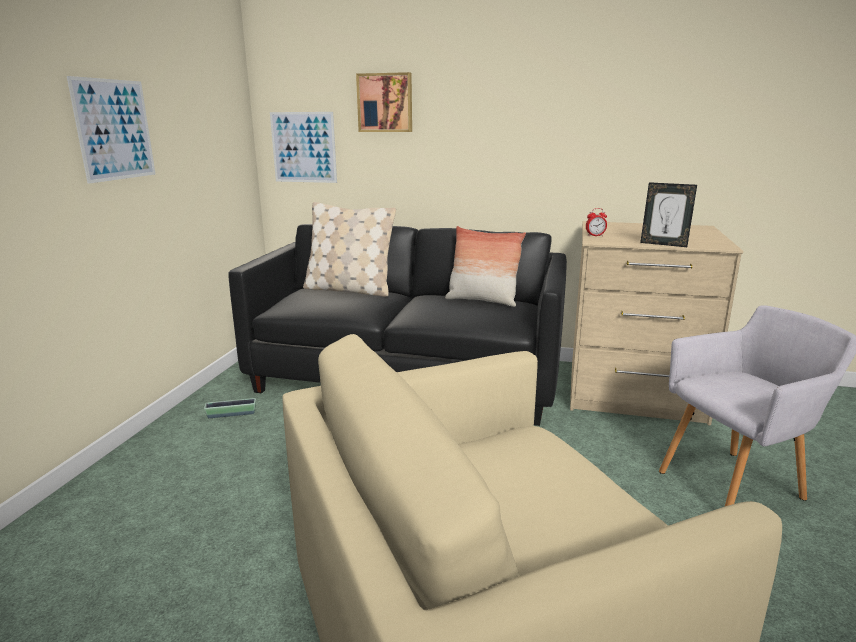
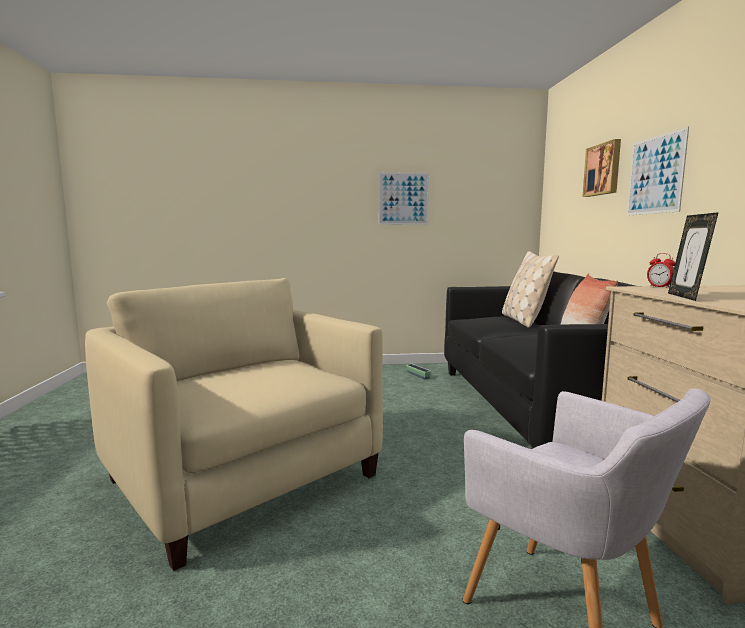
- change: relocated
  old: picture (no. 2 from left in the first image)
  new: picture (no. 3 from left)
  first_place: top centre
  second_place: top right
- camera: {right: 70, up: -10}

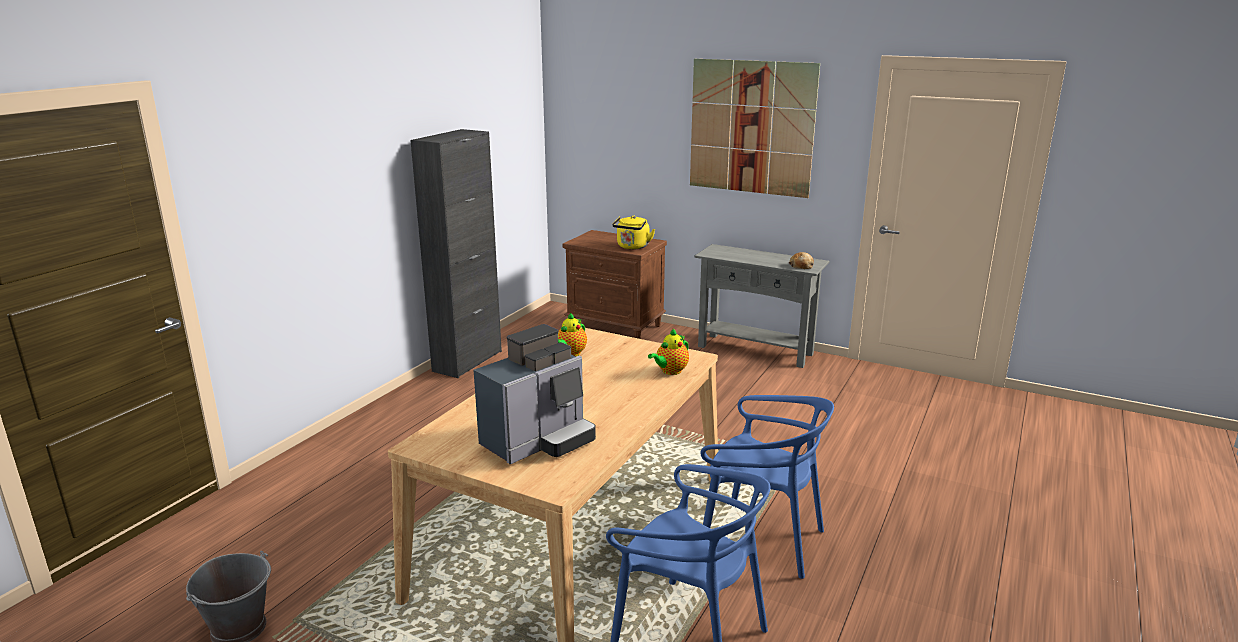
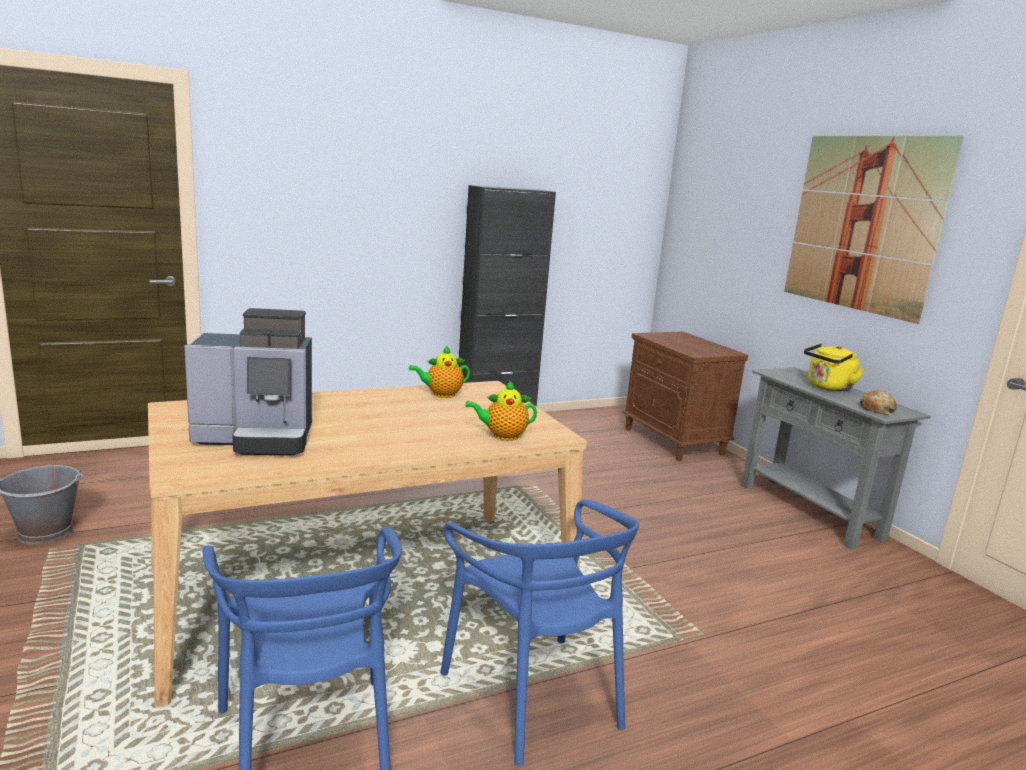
- change: relocated
  old: yellow kettle
  first_place: centre
  second_place: middle right
- camera: {right: 35, up: -5}

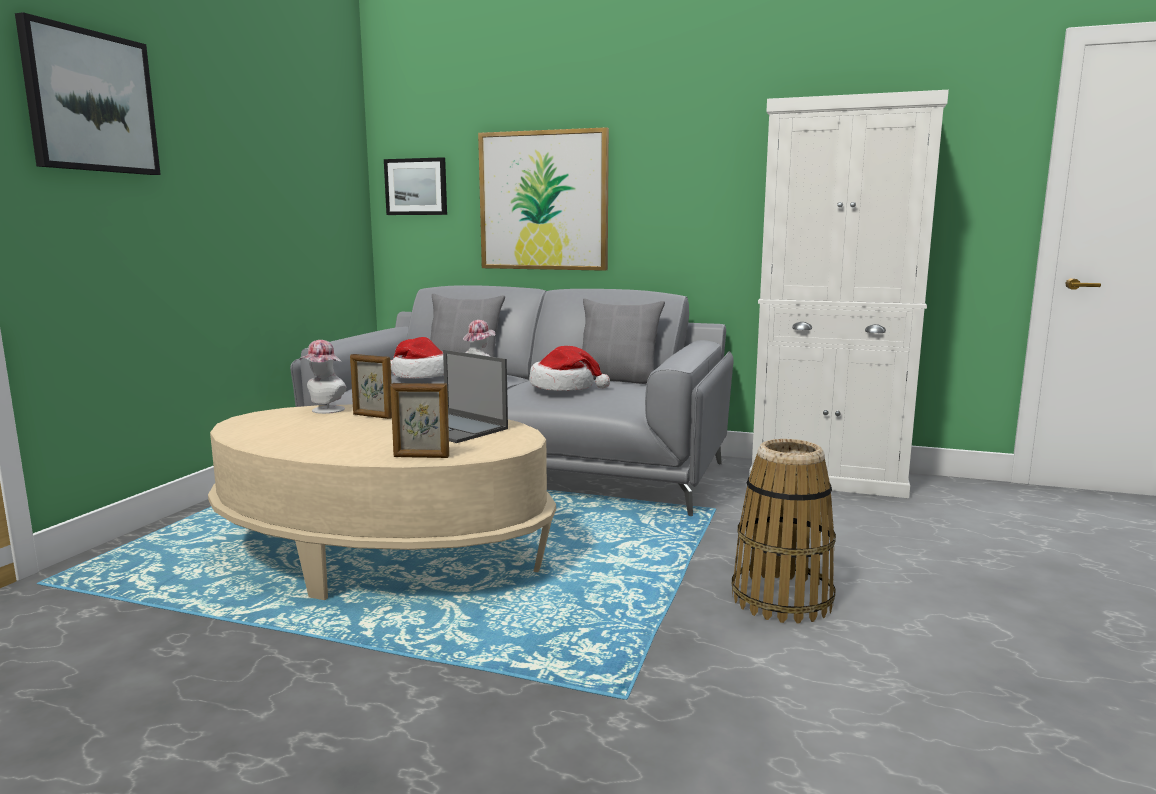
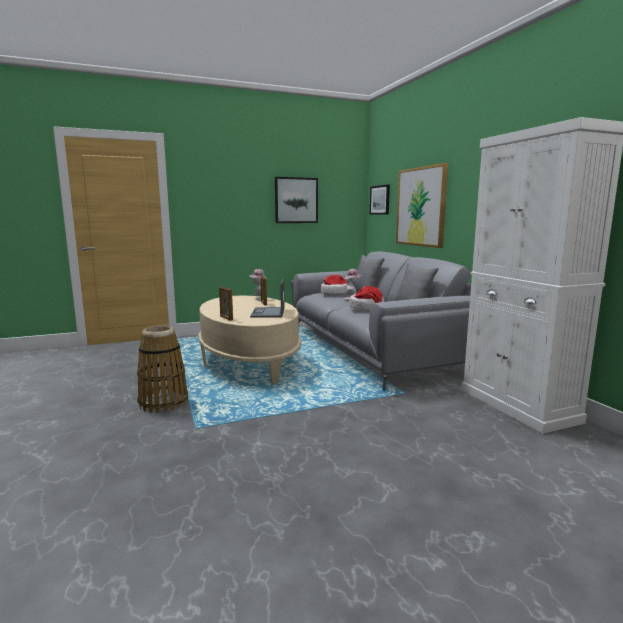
- change: relocated
  old: basket
  first_place: bottom right
  second_place: middle left
- change: relocated
  old: picture (no. 1 from left)
  first_place: top left
  second_place: top centre
- camera: {right: 50, up: 0}

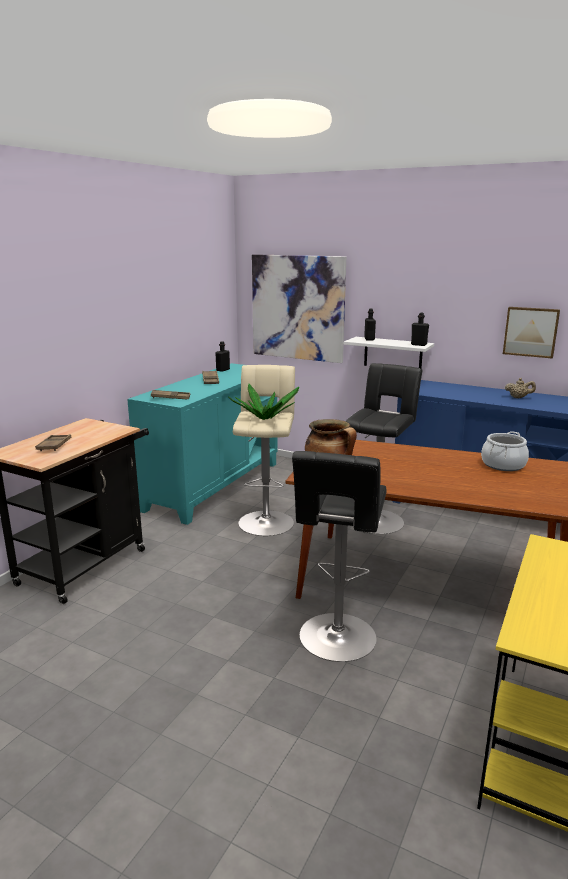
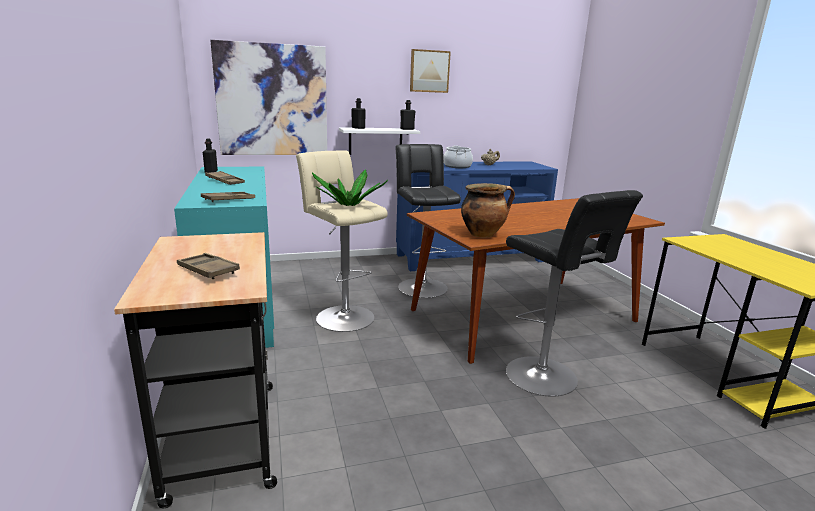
- change: relocated
  old: picture (no. 2 from left)
  first_place: middle right
  second_place: top centre
- change: relocated
  old: cooking pot (no. 2 from left in the first image)
  new: cooking pot (no. 1 from left)
  first_place: middle right
  second_place: top centre
- camera: {right: -45, up: 0}

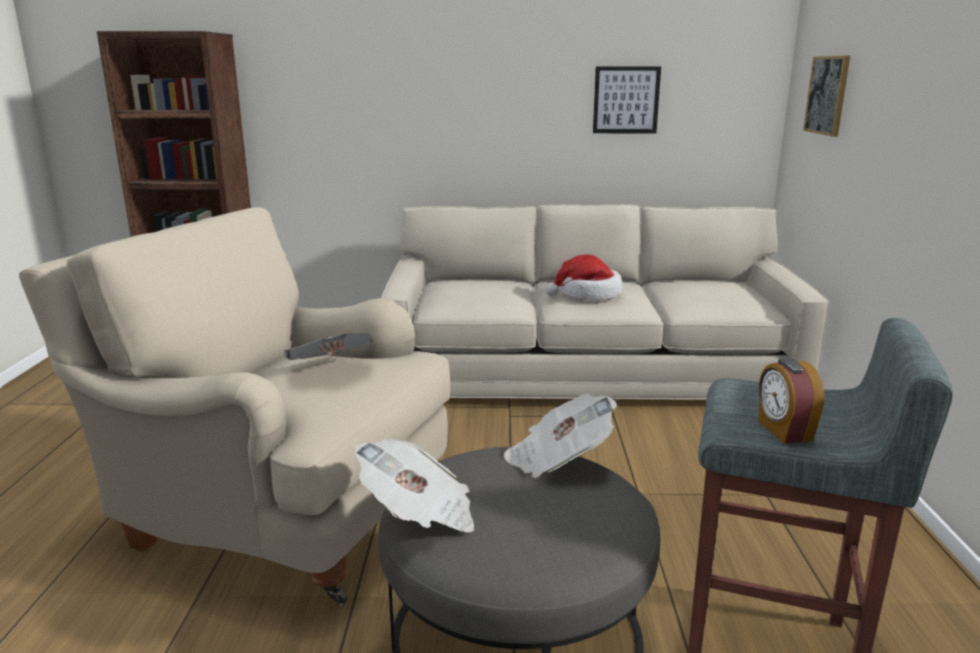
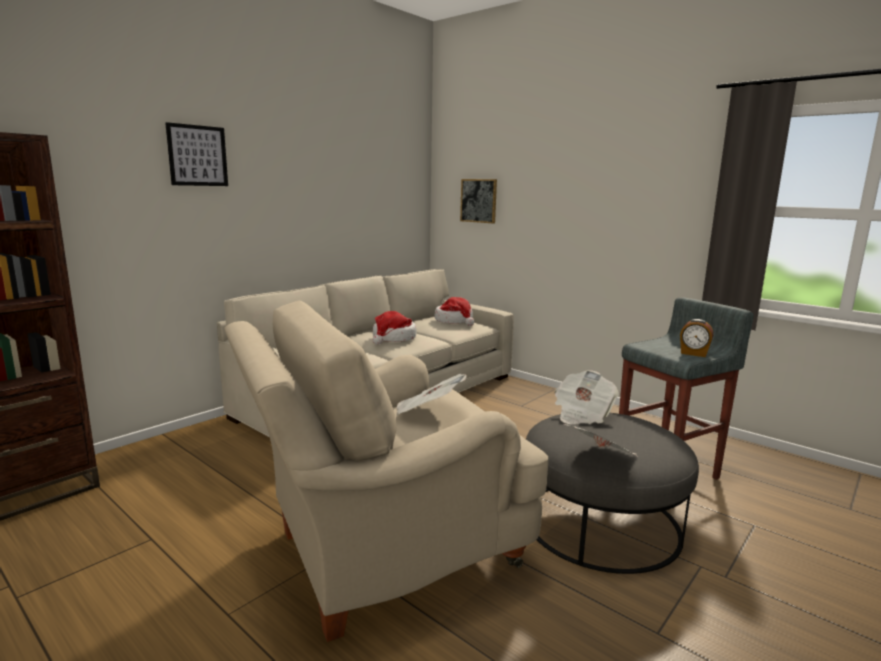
- change: relocated
  old: picture (no. 1 from left)
  first_place: top centre
  second_place: top left
- change: appeared
  new: hat (no. 2 from left)
  second_place: centre
- camera: {right: -50, up: -5}

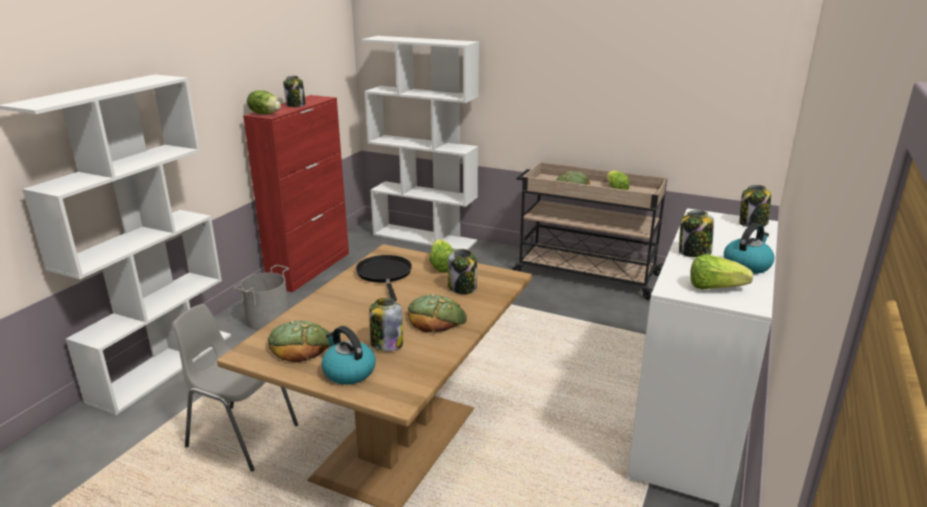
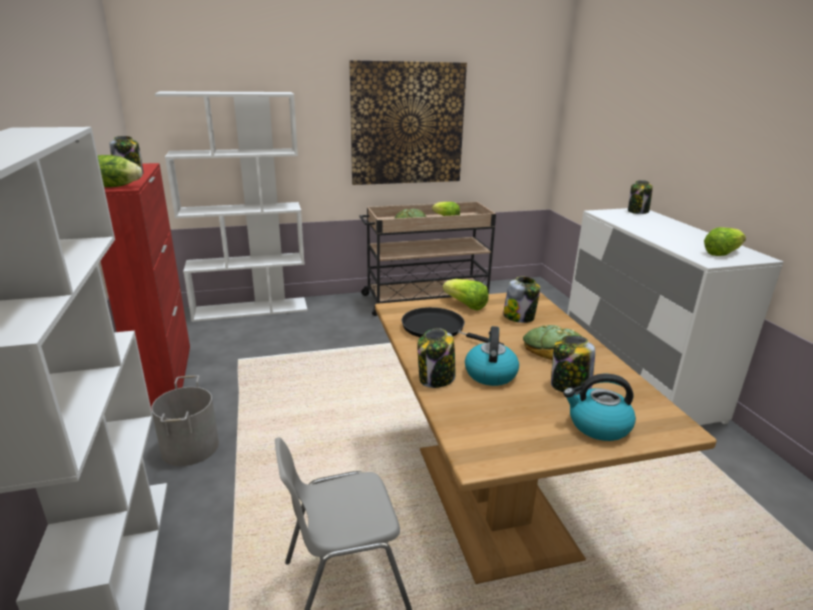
- change: appeared
  new: picture
  second_place: top centre
- change: relocated
  old: jar (no. 4 from left in the first image)
  new: jar (no. 2 from left)
  first_place: middle right
  second_place: centre
- change: relocated
  old: kettle (no. 2 from left in the first image)
  new: kettle (no. 1 from left)
  first_place: middle right
  second_place: centre
- change: missing
  old: bread (no. 1 from left)
  first_place: bottom left
- camera: {right: -40, up: 0}

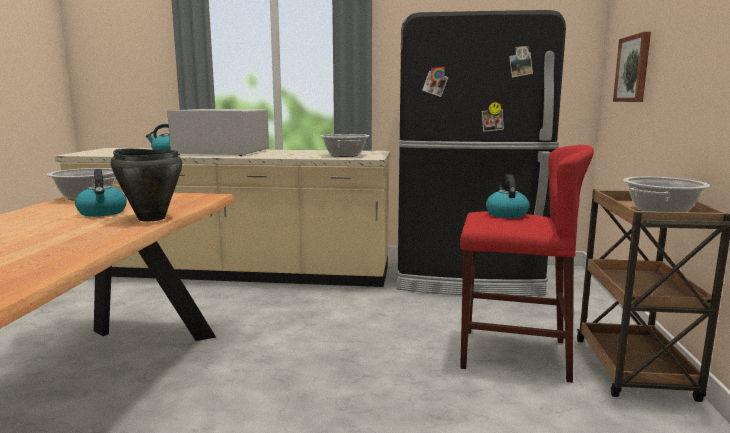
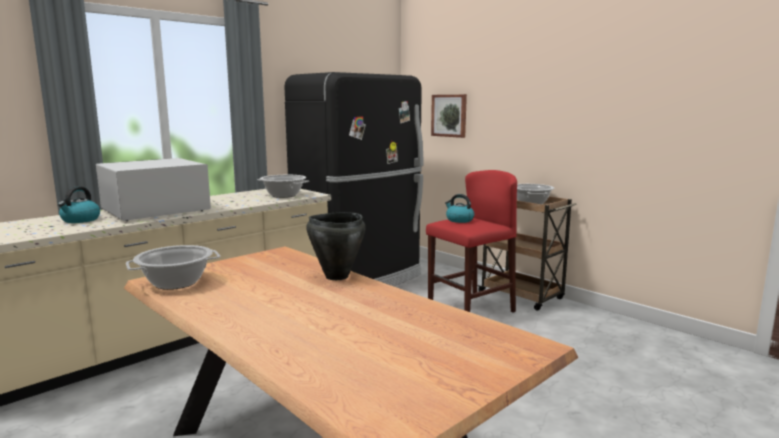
- change: missing
  old: kettle (no. 1 from left)
  first_place: middle left
- camera: {right: -50, up: 0}

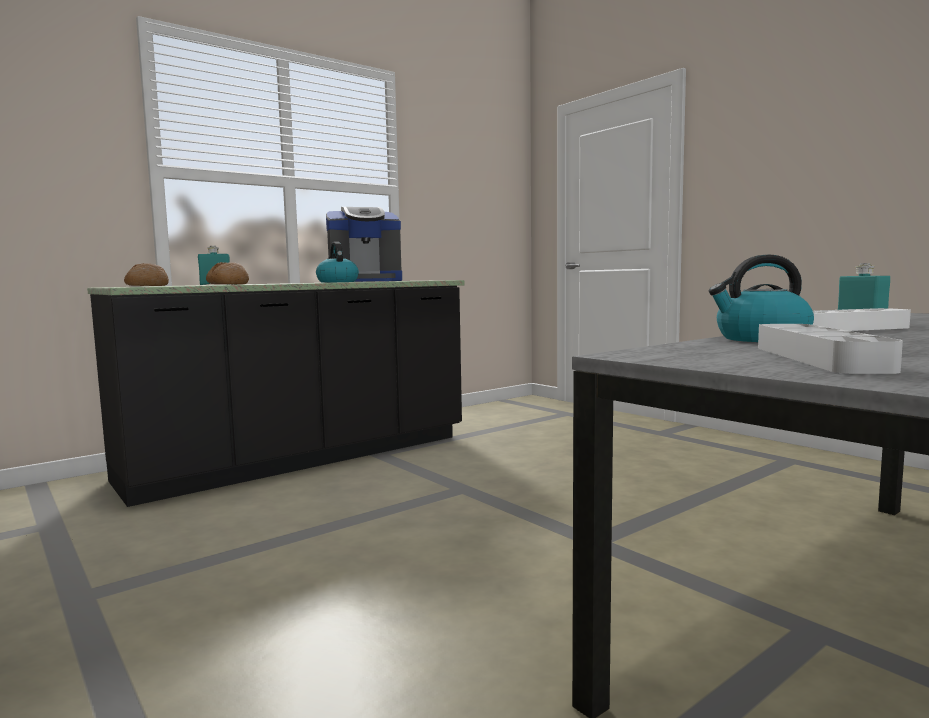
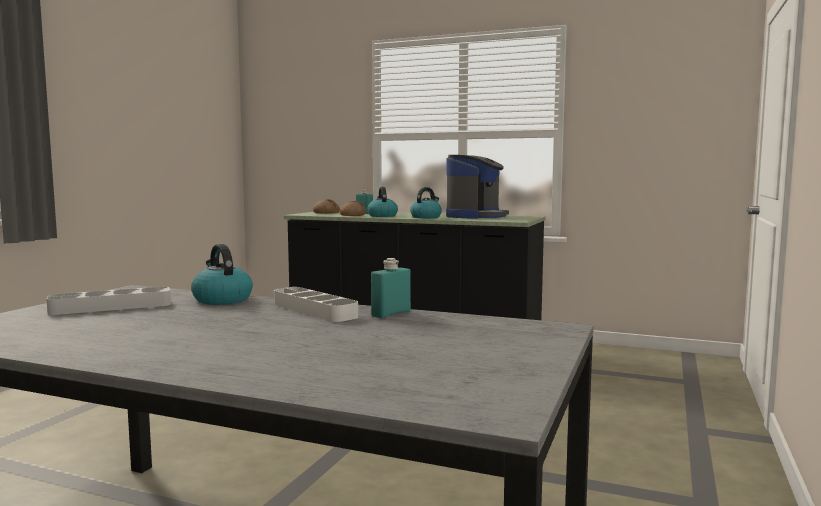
- change: appeared
  new: kettle (no. 2 from left)
  second_place: centre
- change: spun
  old: coffee machine
  first_place: centre
  second_place: centre
  degrees: -105
- camera: {right: 60, up: 0}

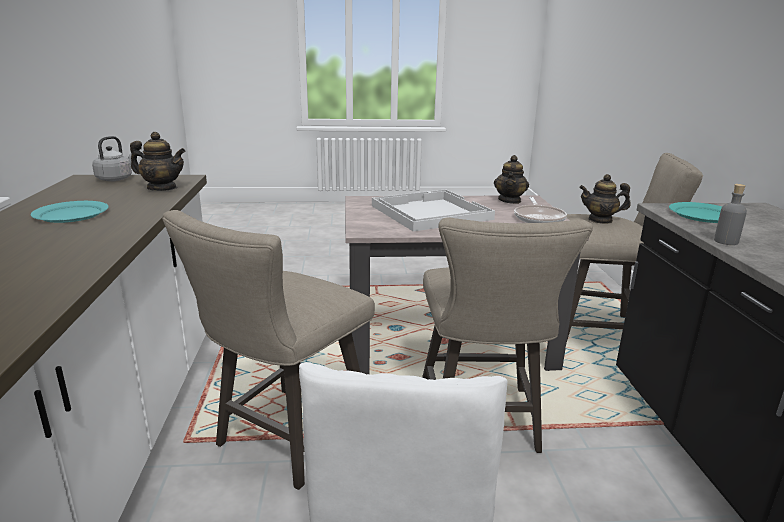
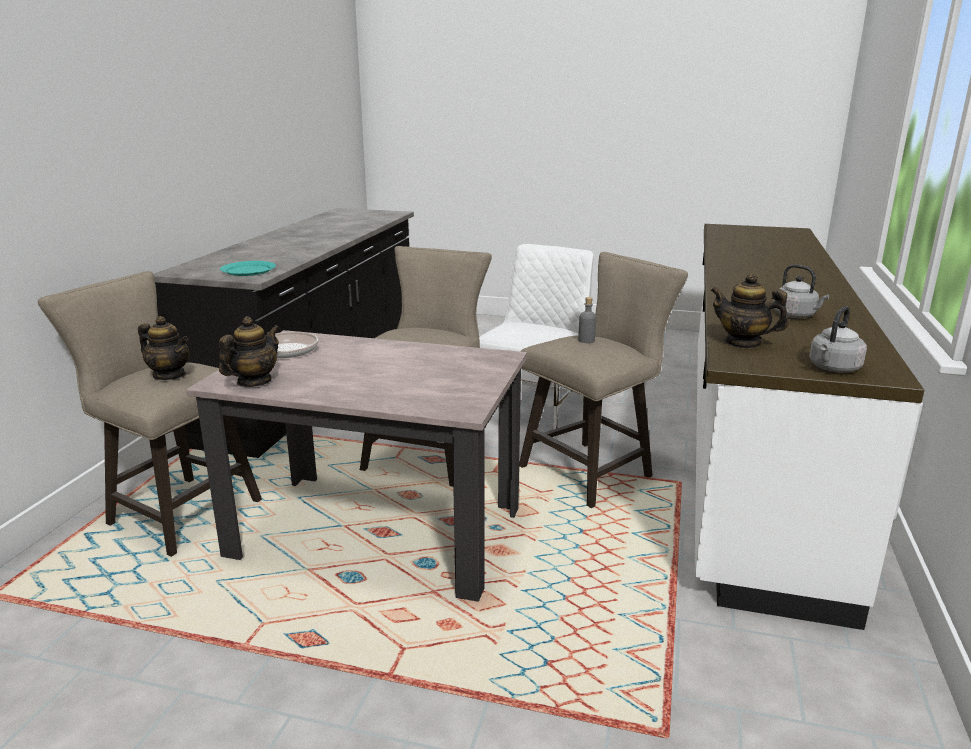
- change: relocated
  old: grey bottle
  first_place: middle right
  second_place: centre
- change: exchanged
  old: turquoise plate (no. 1 from left)
  new: grey kettle (no. 1 from left)
  first_place: middle left
  second_place: middle right
- change: missing
  old: white tray
  first_place: centre
- camera: {right: -160, up: 0}

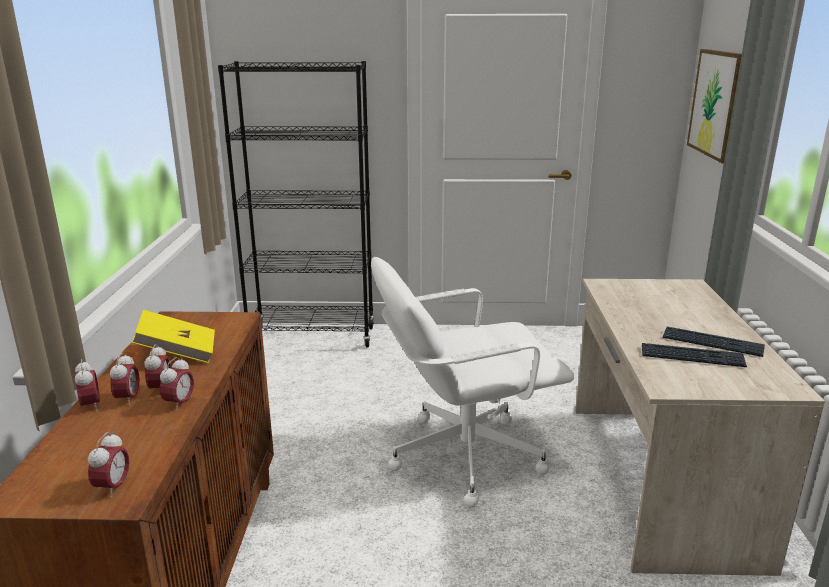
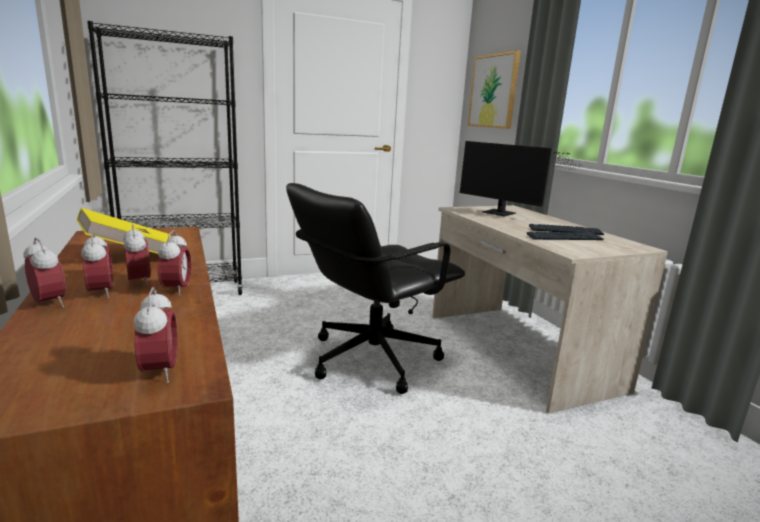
- change: colour
  old: white office chair
  new: black office chair
  first_place: centre
  second_place: centre
- change: appeared
  new: monitor
  second_place: middle right
- camera: {right: -25, up: -5}

